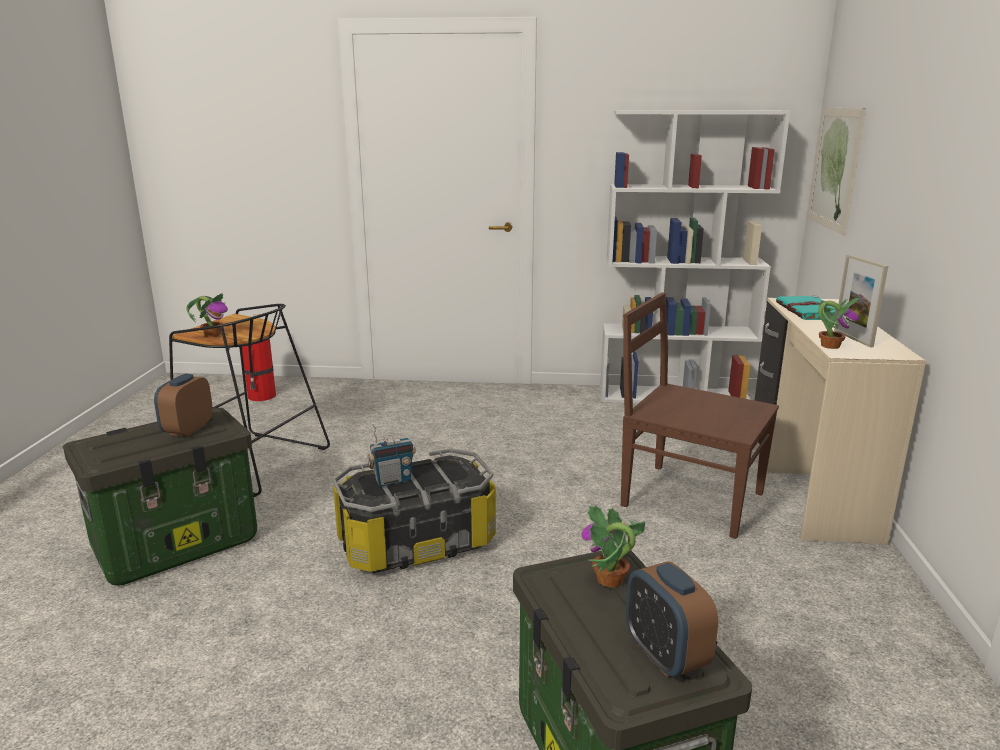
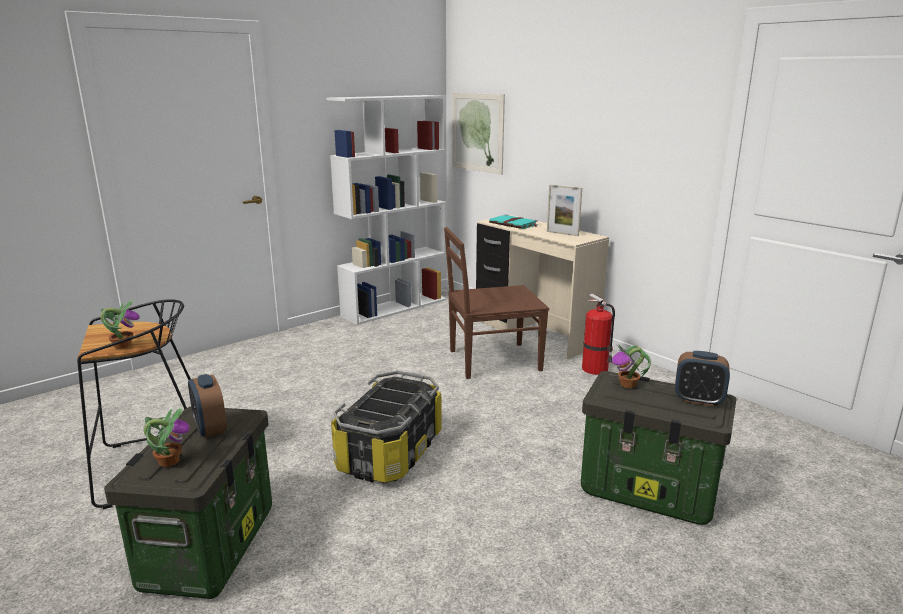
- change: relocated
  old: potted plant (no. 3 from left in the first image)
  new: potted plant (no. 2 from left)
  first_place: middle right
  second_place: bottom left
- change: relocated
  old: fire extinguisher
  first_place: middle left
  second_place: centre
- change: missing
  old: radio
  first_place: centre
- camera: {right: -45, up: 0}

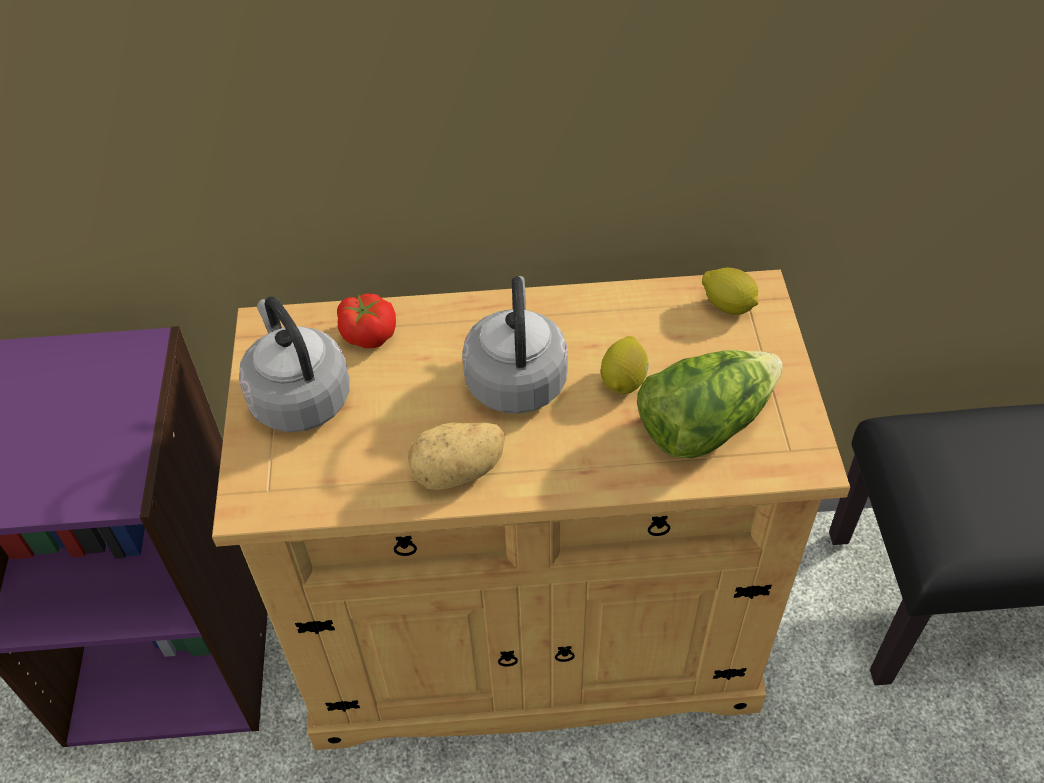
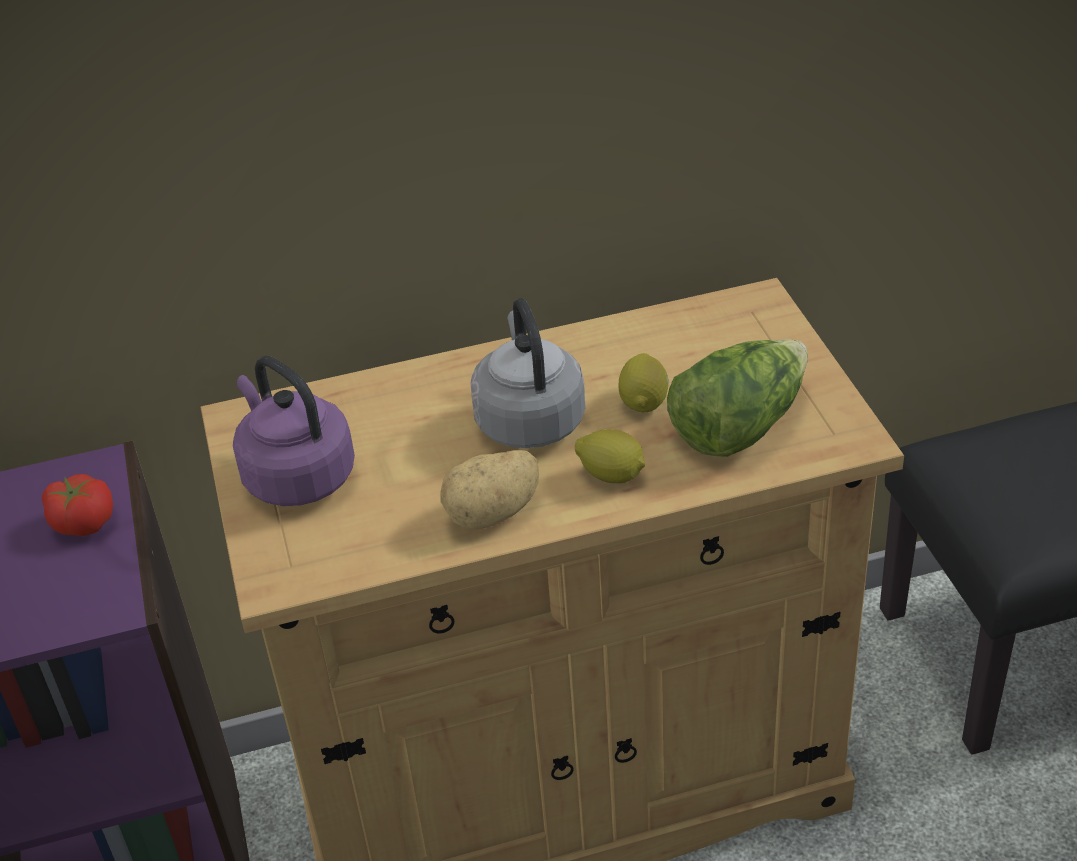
- change: relocated
  old: tomato
  first_place: centre
  second_place: middle left
- change: colour
  old: grey kettle (no. 1 from left)
  new: purple kettle
  first_place: middle left
  second_place: middle left
- change: relocated
  old: lemon (no. 2 from left in the first image)
  new: lemon (no. 1 from left)
  first_place: middle right
  second_place: centre
- camera: {right: -10, up: -10}

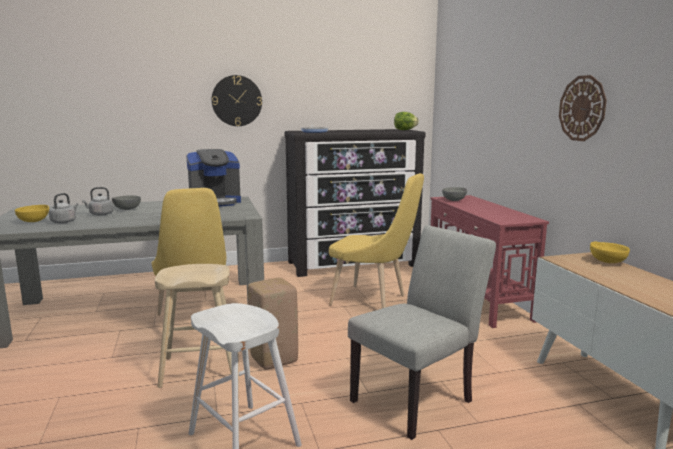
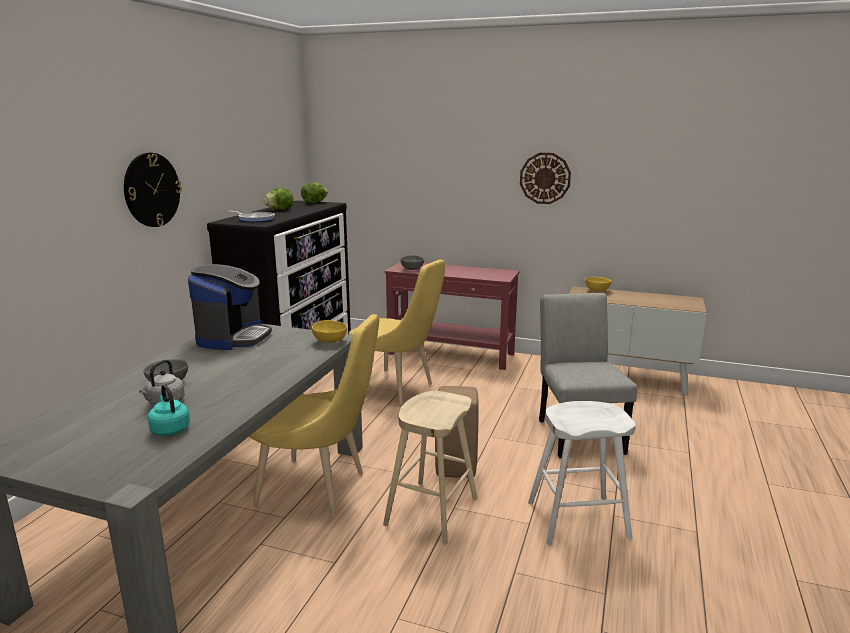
- change: colour
  old: grey kettle (no. 1 from left)
  new: turquoise kettle
  first_place: middle left
  second_place: middle left
- change: appeared
  new: lettuce (no. 1 from left)
  second_place: top left
- change: relocated
  old: yellow bowl (no. 1 from left)
  first_place: middle left
  second_place: centre
- change: spun
  old: yellow chair (no. 2 from left)
  first_place: centre
  second_place: centre
  degrees: 60
- camera: {right: -55, up: 5}

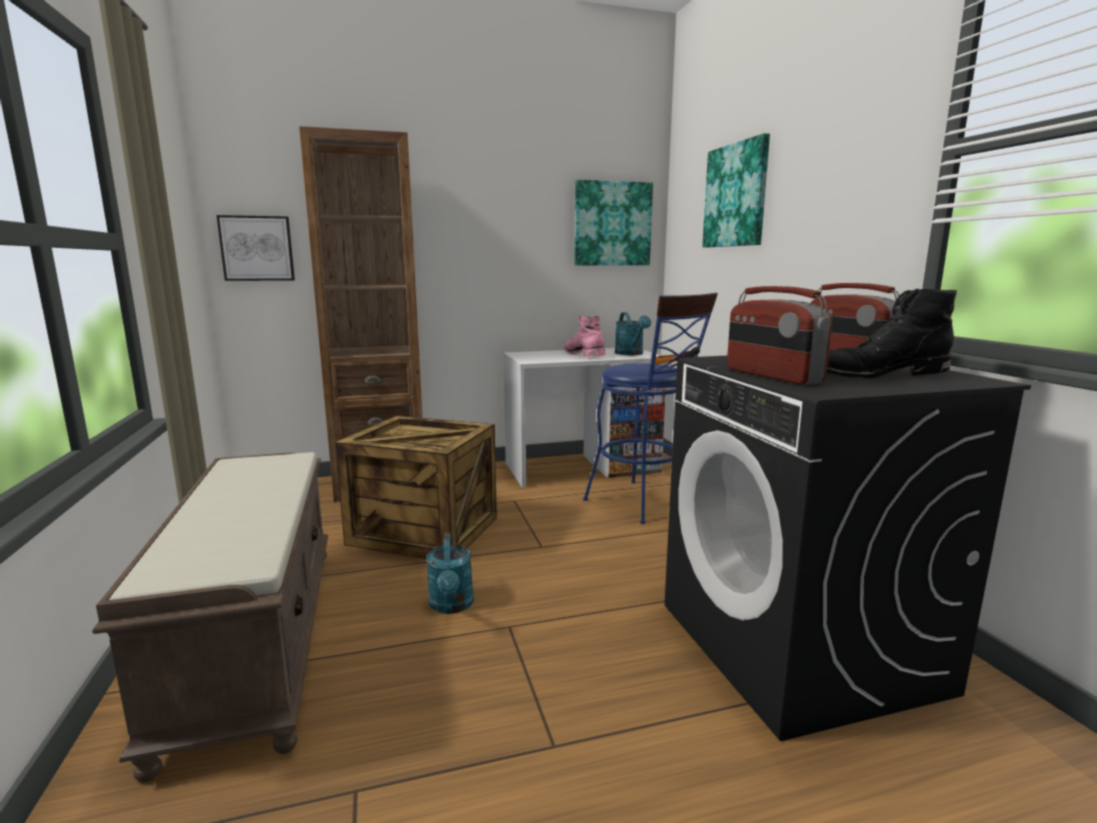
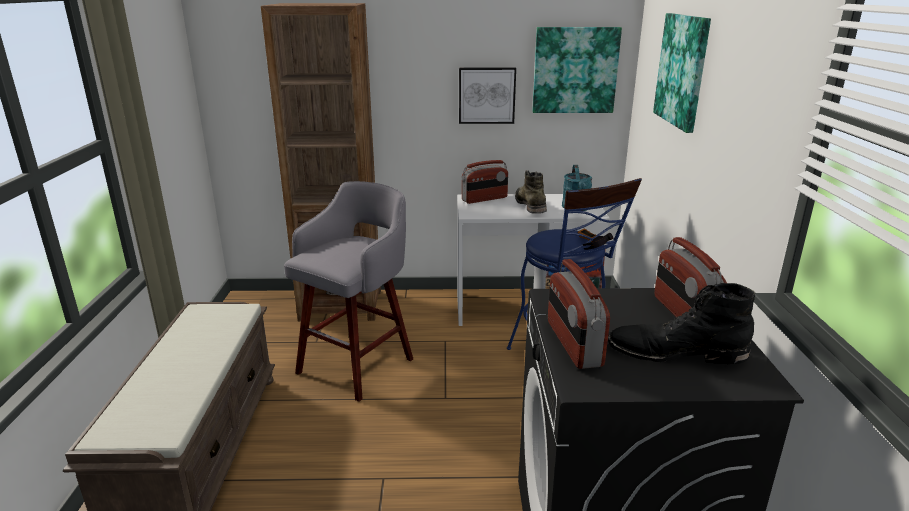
- change: exchanged
  old: crate
  new: grey stool
  first_place: centre
  second_place: centre
- change: relocated
  old: picture (no. 1 from left)
  first_place: top left
  second_place: top centre
- change: appeared
  new: radio (no. 1 from left)
  second_place: centre
- change: colour
  old: pink boot
  new: green boot
  first_place: centre
  second_place: centre
- change: missing
  old: turquoise watering can (no. 1 from left)
  first_place: bottom centre
- camera: {right: 15, up: 10}

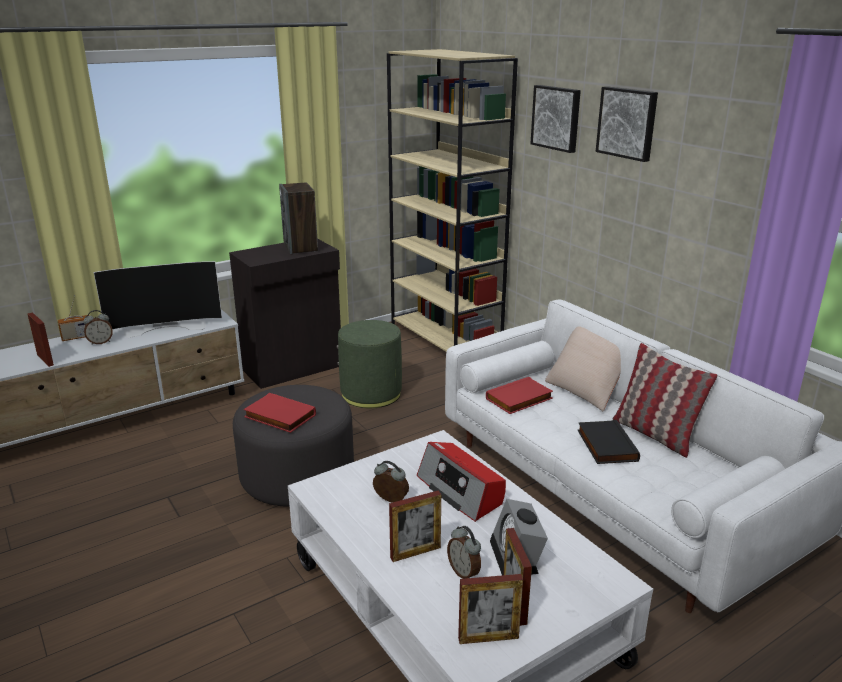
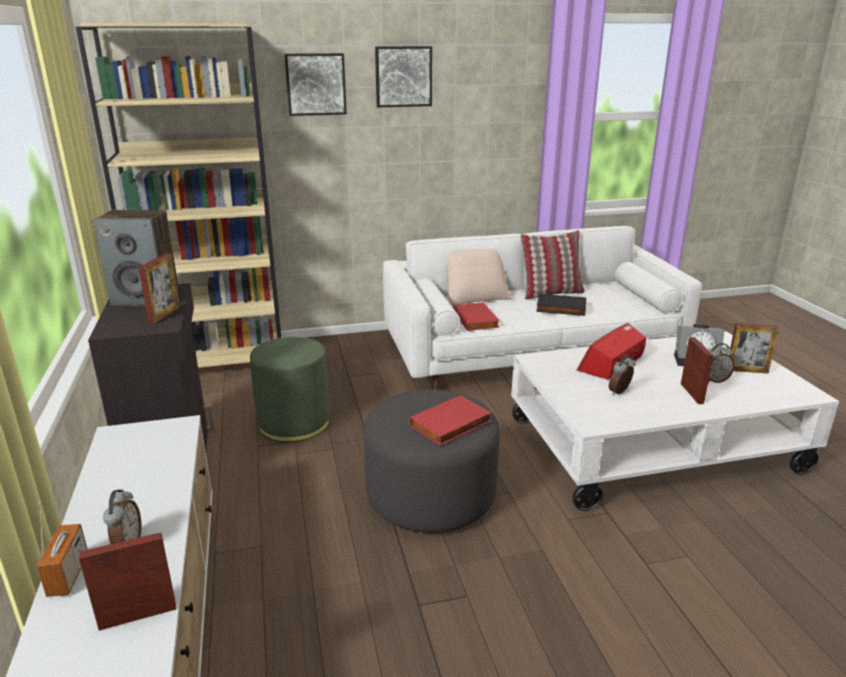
- change: relocated
  old: picture frame (no. 3 from left in the first image)
  new: picture frame (no. 2 from left)
  first_place: bottom centre
  second_place: middle left
- change: spun
  old: radio (no. 2 from left)
  first_place: bottom centre
  second_place: middle right
  degrees: 150
- change: missing
  old: television
  first_place: middle left
- camera: {right: -70, up: 0}

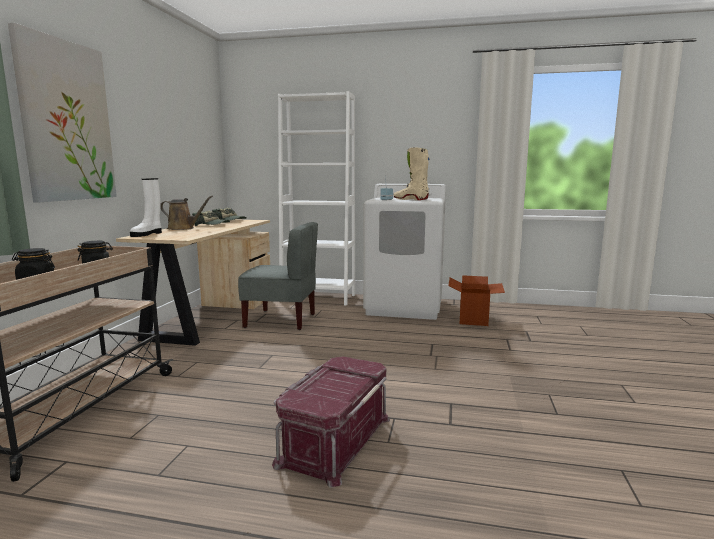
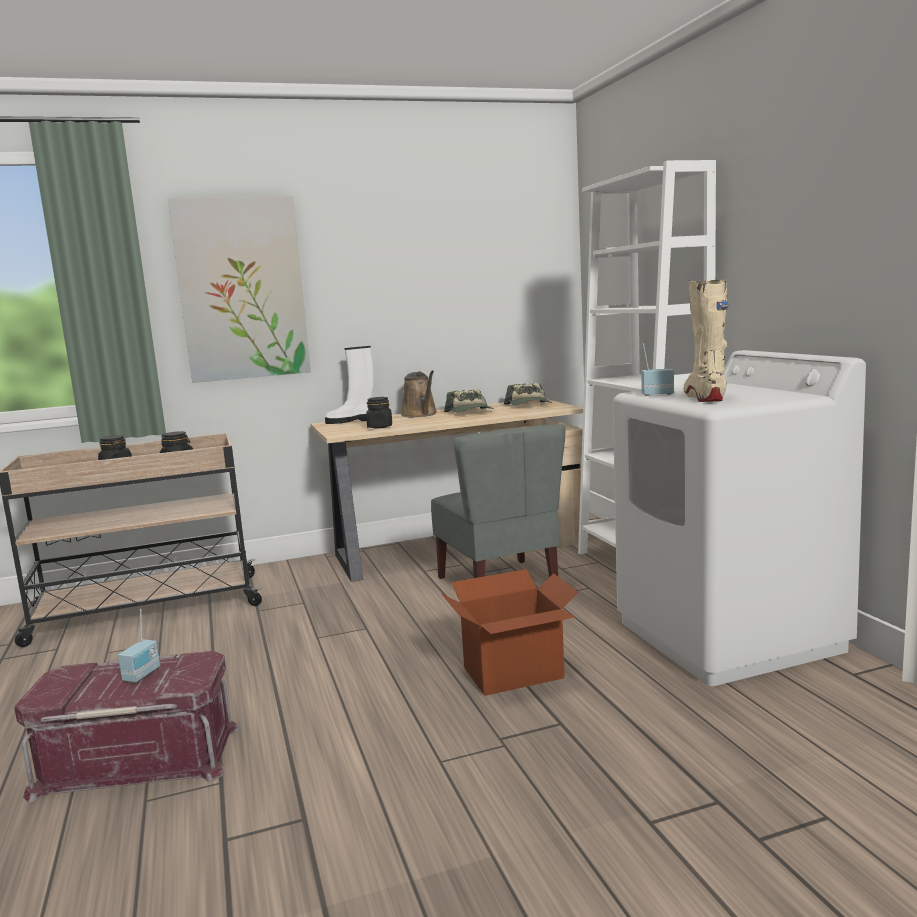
- change: appeared
  new: radio (no. 1 from left)
  second_place: bottom left
- change: appeared
  new: black jar (no. 3 from left)
  second_place: centre
- change: relocated
  old: cardboard box
  first_place: middle right
  second_place: bottom centre
- camera: {right: 60, up: 0}

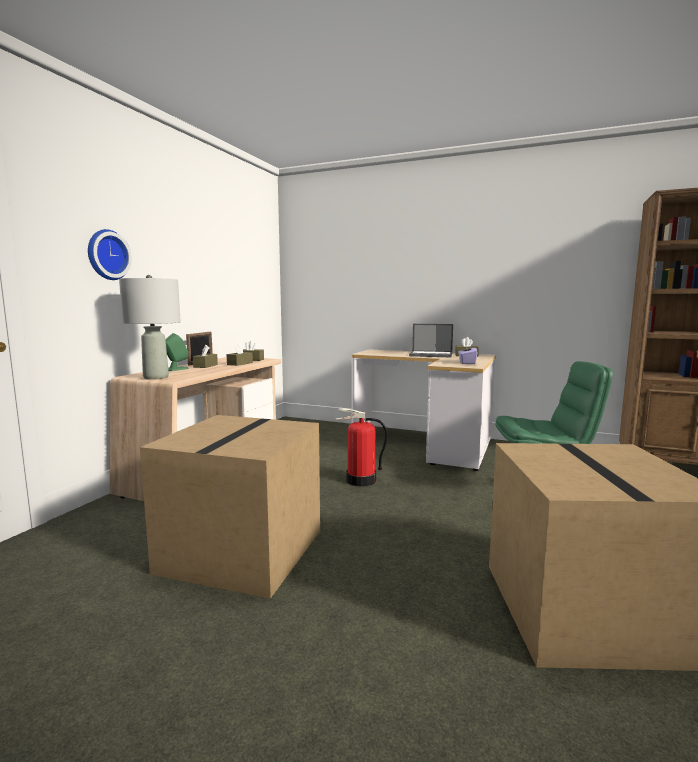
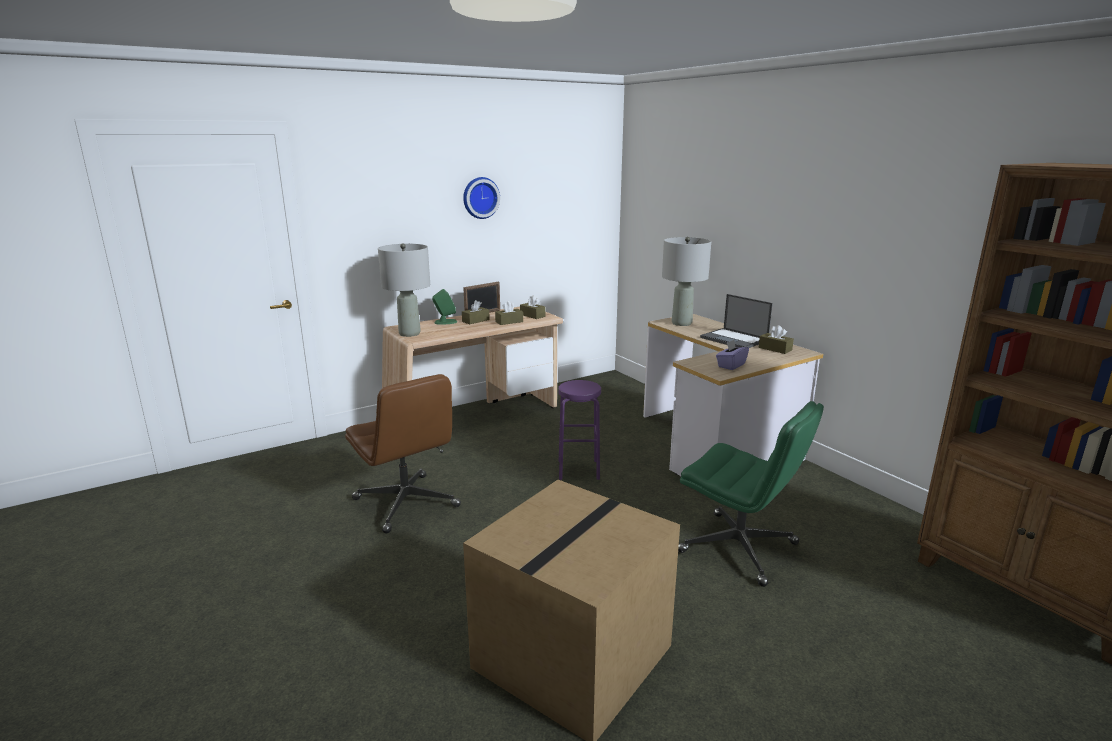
- change: exchanged
  old: cardboard box (no. 1 from left)
  new: brown office chair
  first_place: middle left
  second_place: centre
- change: relocated
  old: wall clock
  first_place: middle left
  second_place: top centre
- change: exchanged
  old: fire extinguisher
  new: purple stool
  first_place: centre
  second_place: centre
- change: appeared
  new: grey table lamp (no. 2 from left)
  second_place: centre
- camera: {right: 35, up: 10}

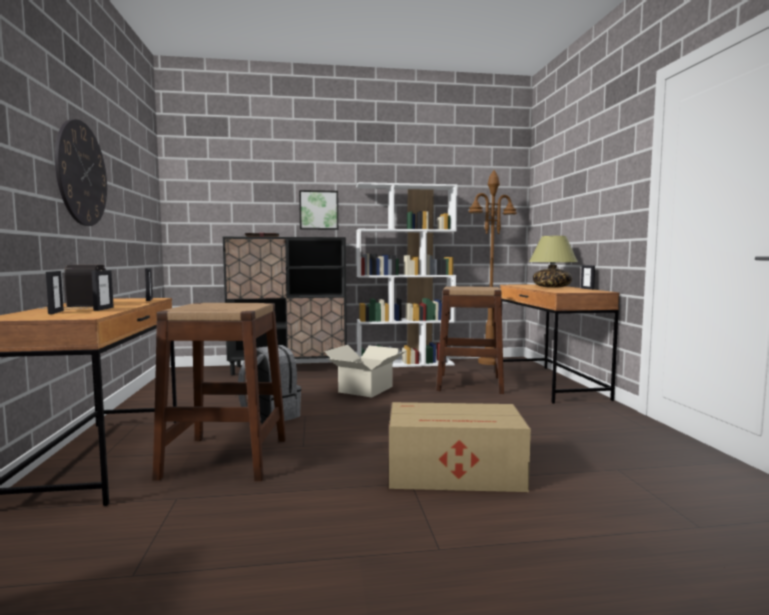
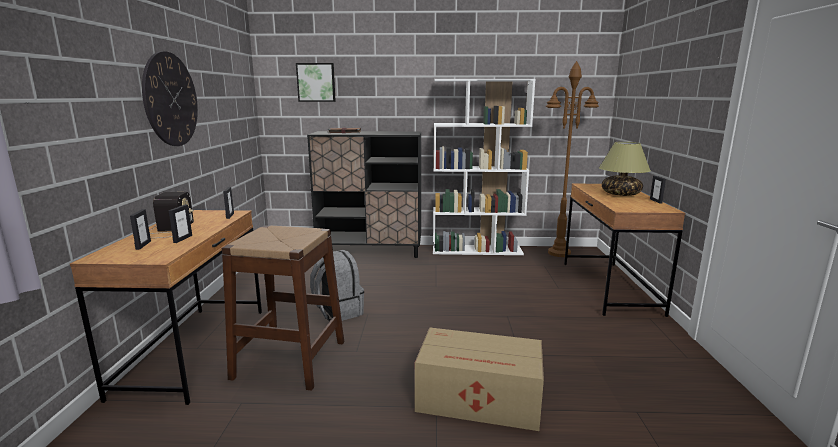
- change: relocated
  old: picture
  first_place: centre
  second_place: top centre
- change: missing
  old: cardboard box (no. 1 from left)
  first_place: centre
- change: missing
  old: brown stool (no. 2 from left)
  first_place: centre
- camera: {right: 10, up: 10}

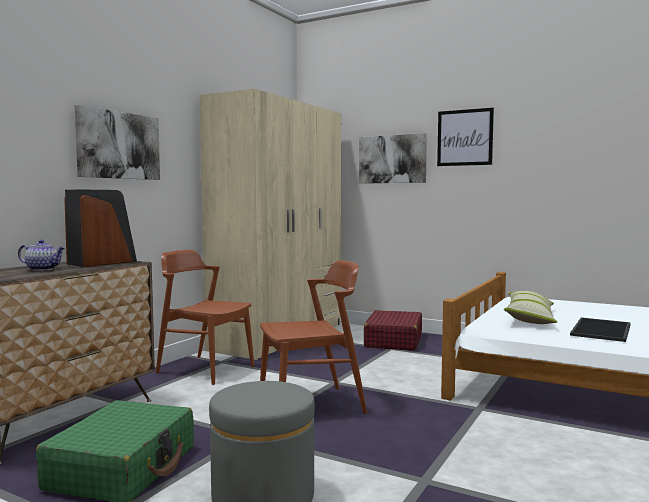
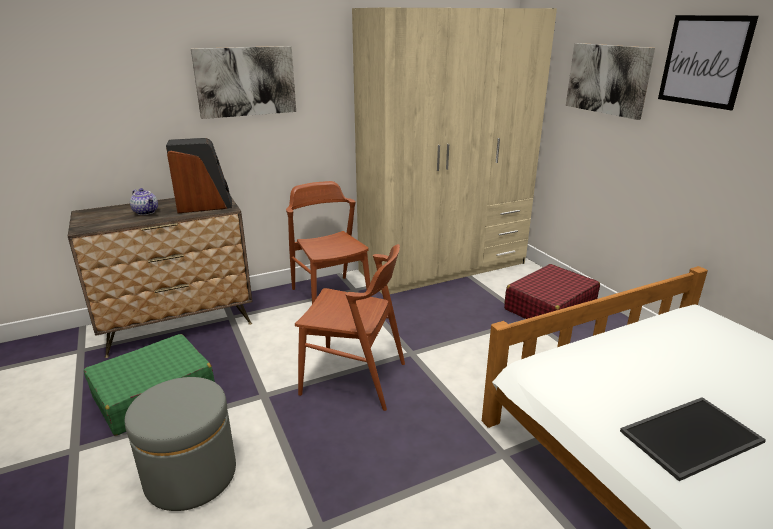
- change: missing
  old: pillow
  first_place: middle right
- camera: {right: 35, up: 20}

